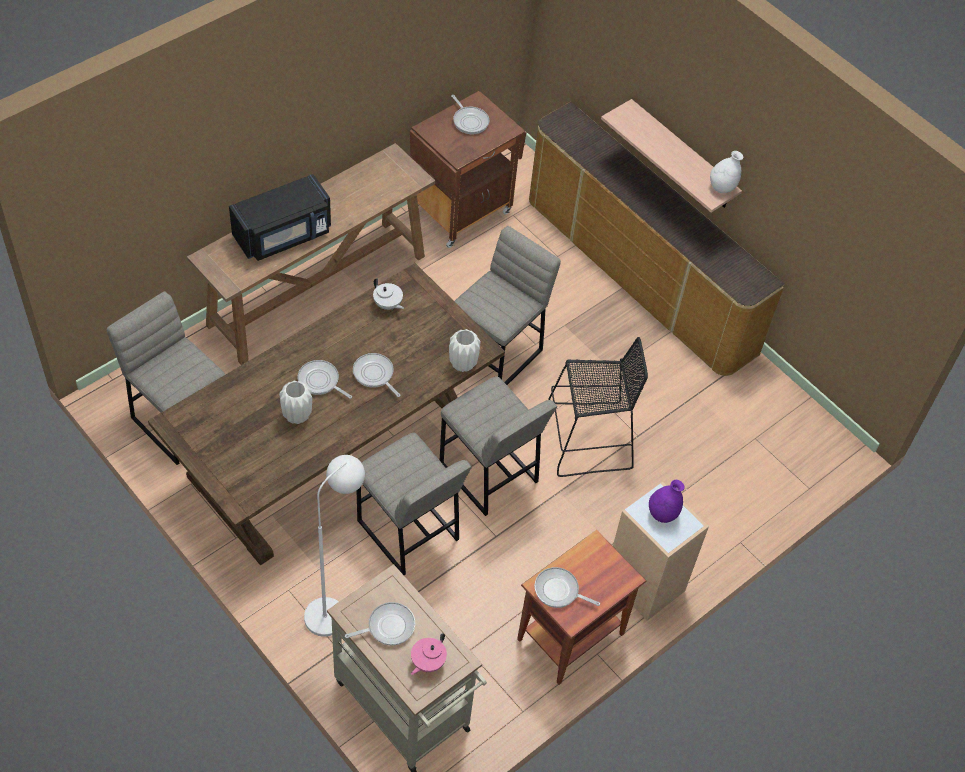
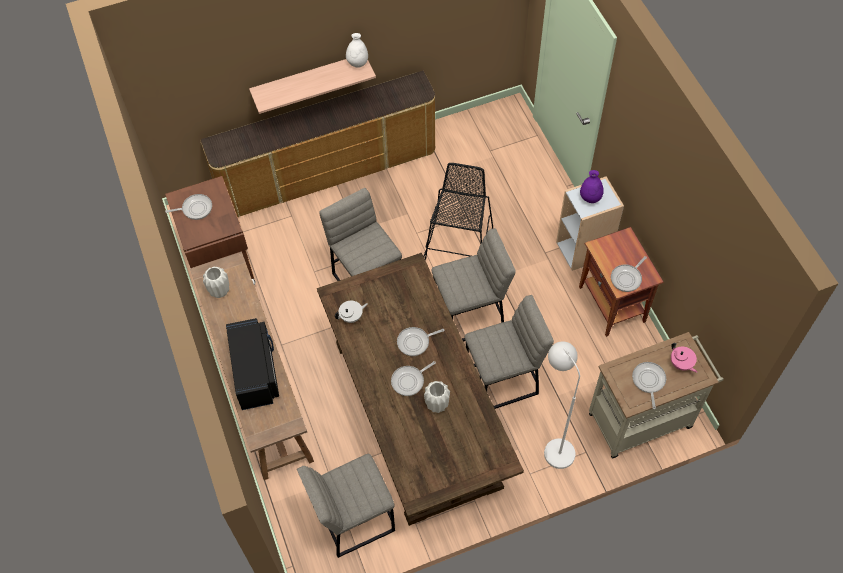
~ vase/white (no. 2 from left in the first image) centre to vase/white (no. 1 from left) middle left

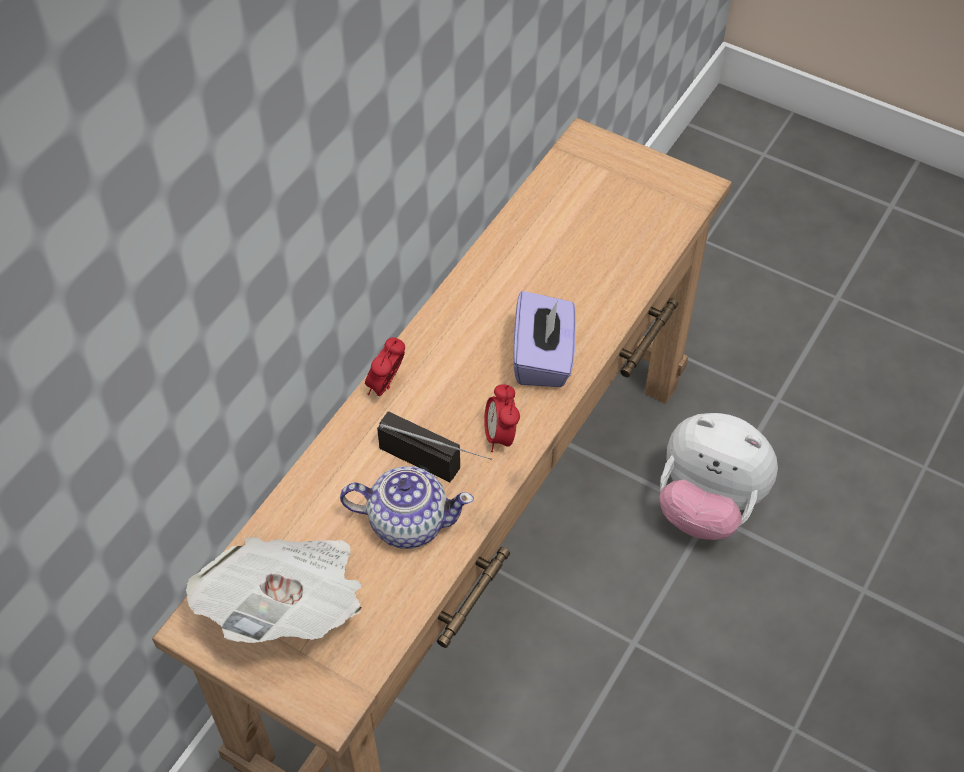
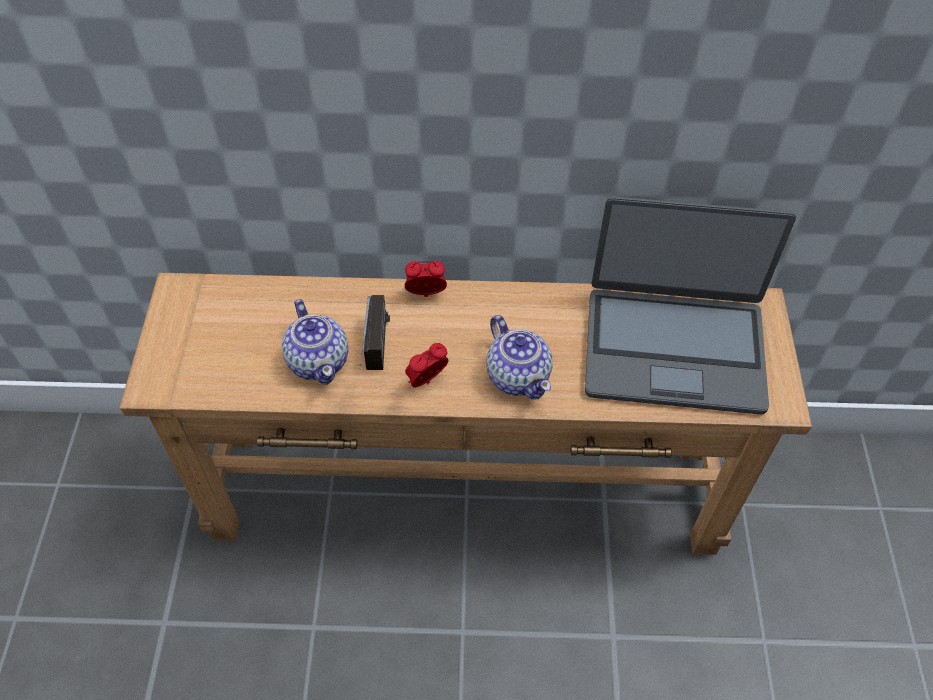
- newspaper bottom left
- plush toy middle right
+ laptop middle right
~ tissue box/purple centre to teapot (no. 2 from left) centre

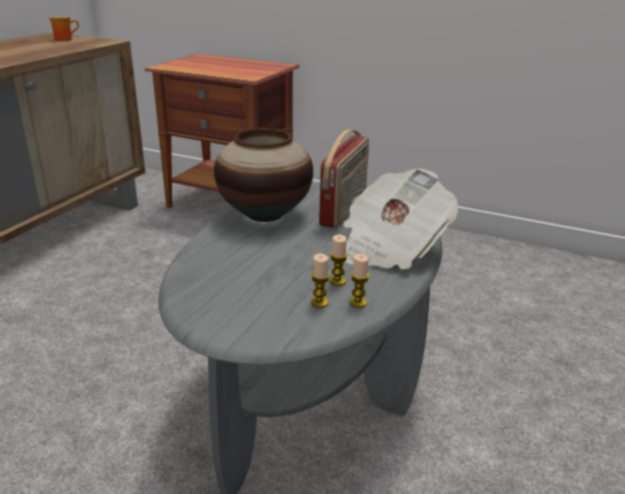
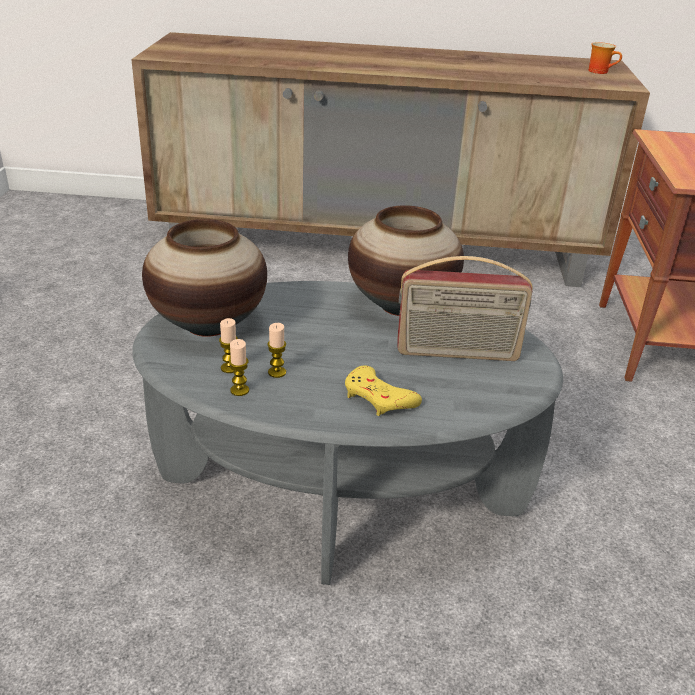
+ vase (no. 1 from left) middle left
~ newspaper centre to game controller/yellow centre

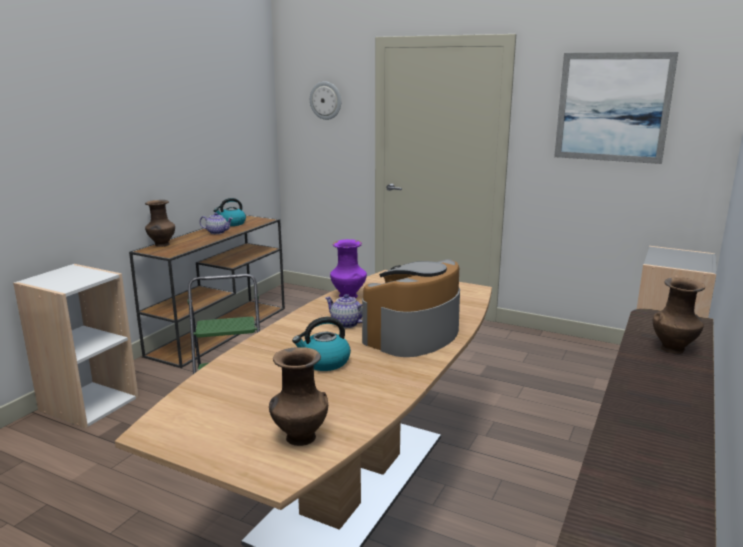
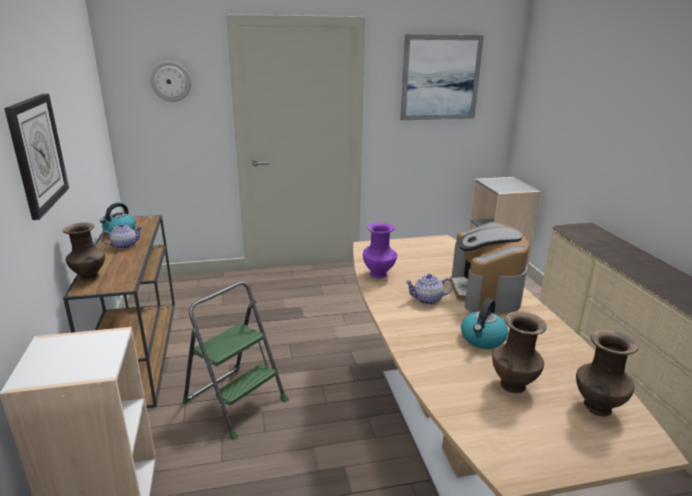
+ wall clock (no. 1 from left) top left
~ vase/brown (no. 3 from left in the first image) middle right to vase/brown (no. 2 from left) bottom right

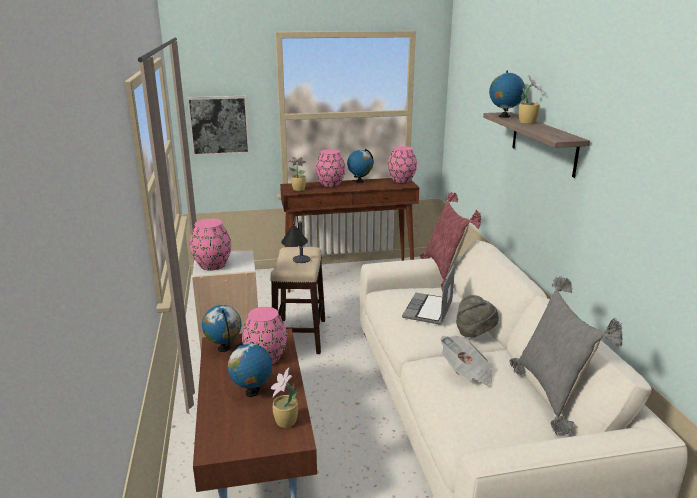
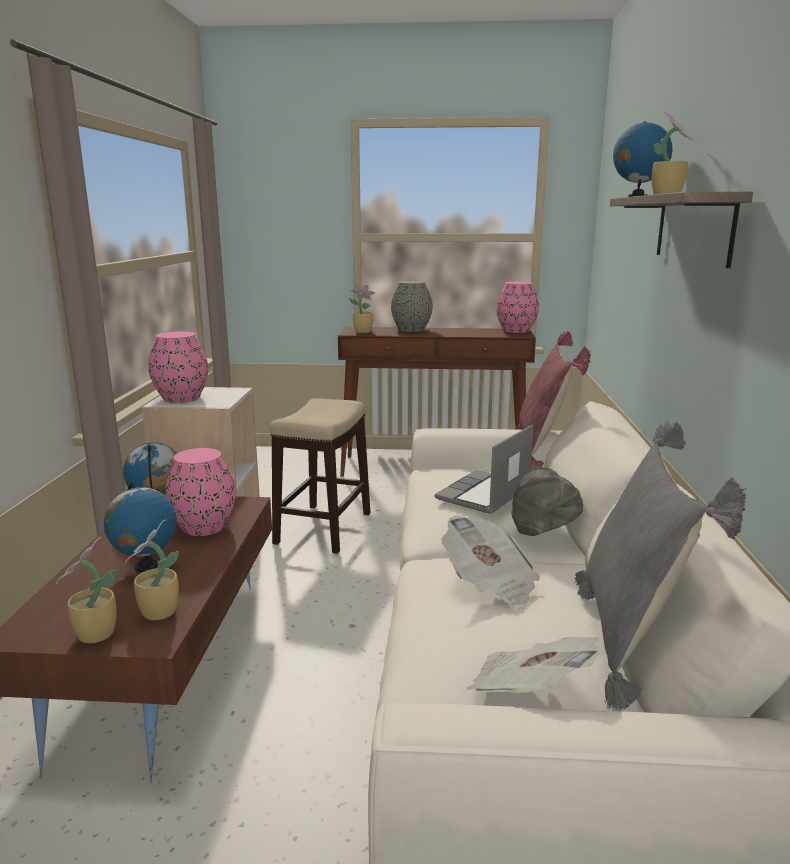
- picture top left
- table lamp centre
- globe (no. 3 from left) centre
+ potted plant (no. 1 from left) bottom left
+ newspaper (no. 2 from left) bottom right
~ vase/pink (no. 3 from left) centre to vase/grey centre

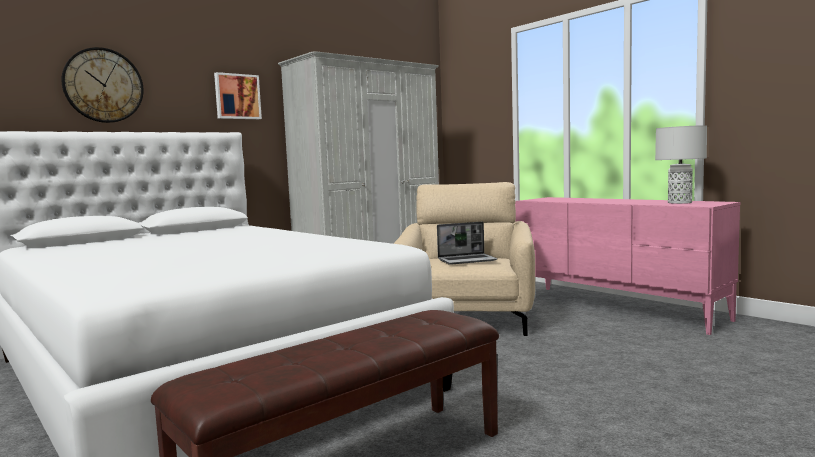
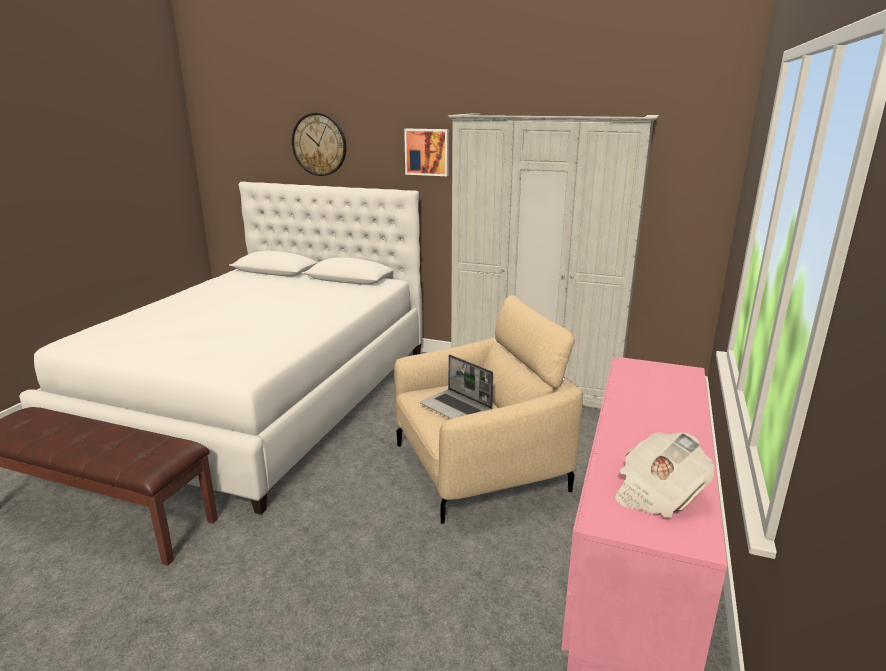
~ table lamp/white middle right to newspaper bottom right

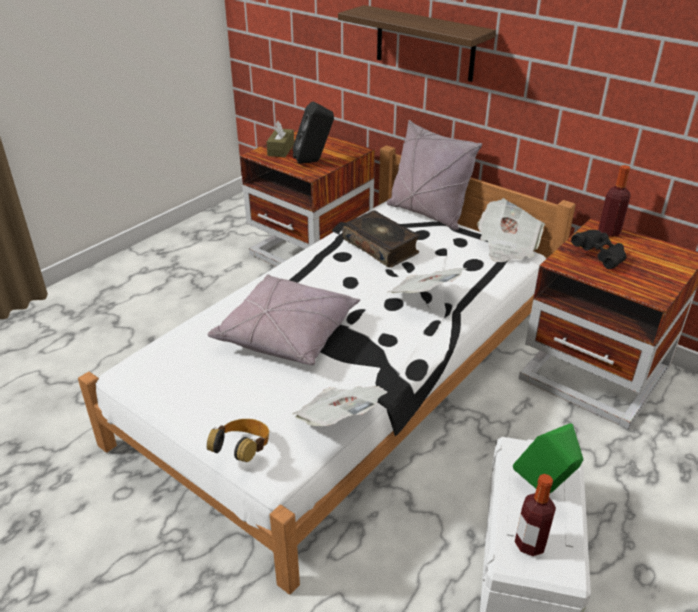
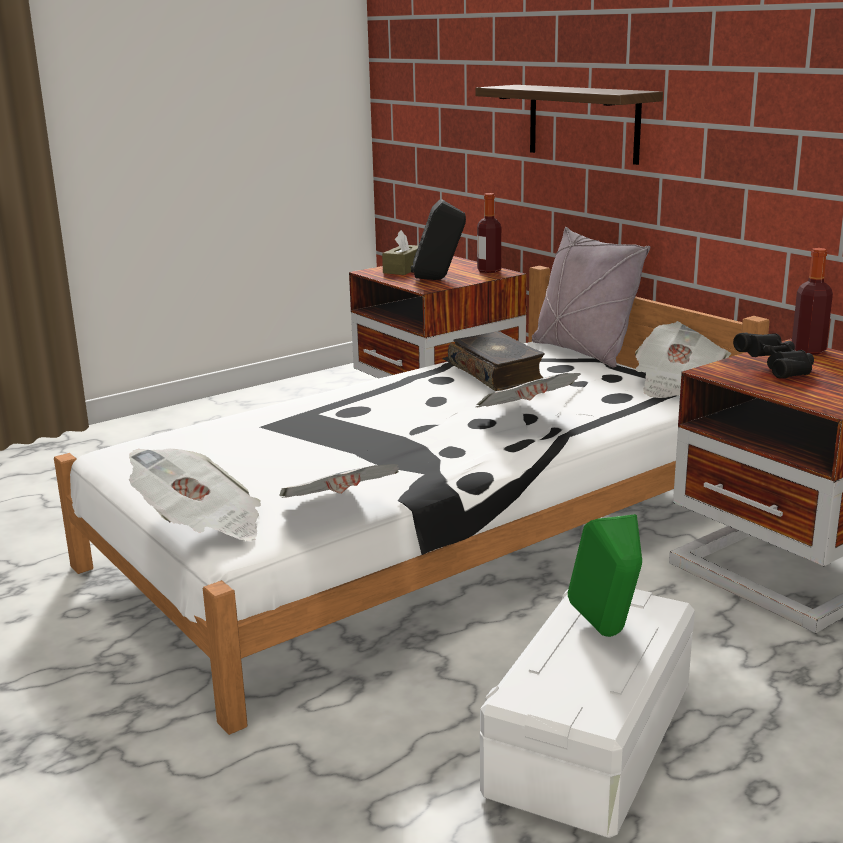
- pillow/purple (no. 1 from left) centre
~ bottle (no. 1 from left) bottom right to top centre
~ headphones bottom centre to newspaper (no. 1 from left) middle left

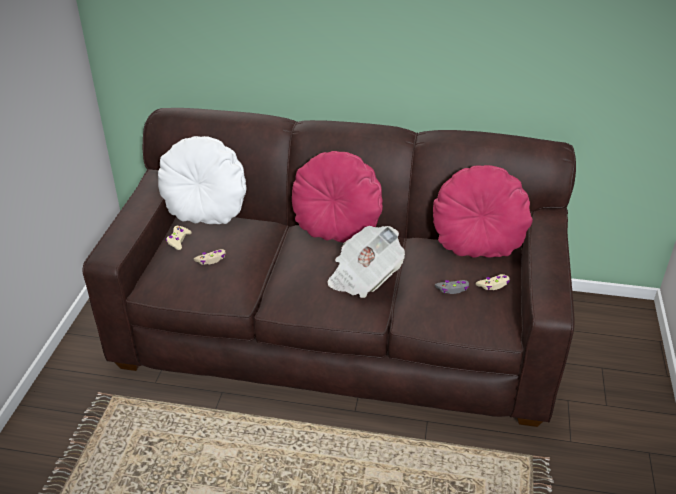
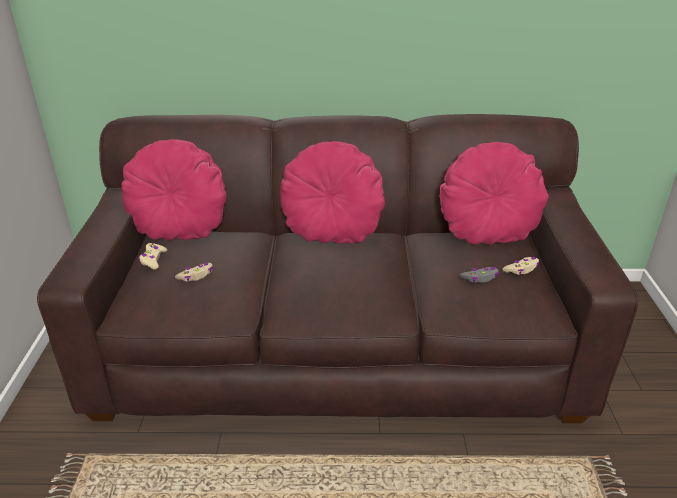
- newspaper centre
~ pillow/white middle left to pillow/pink (no. 1 from left) middle left

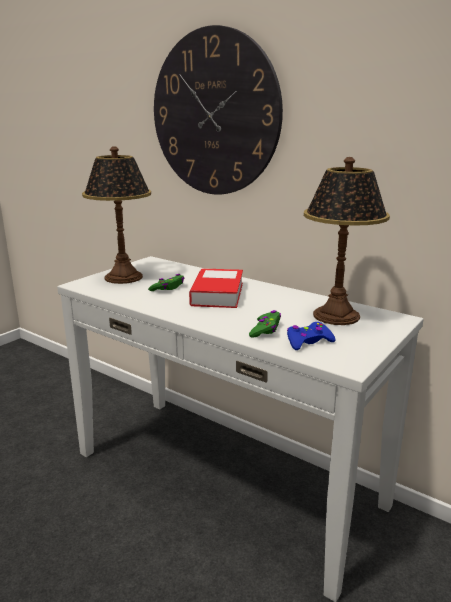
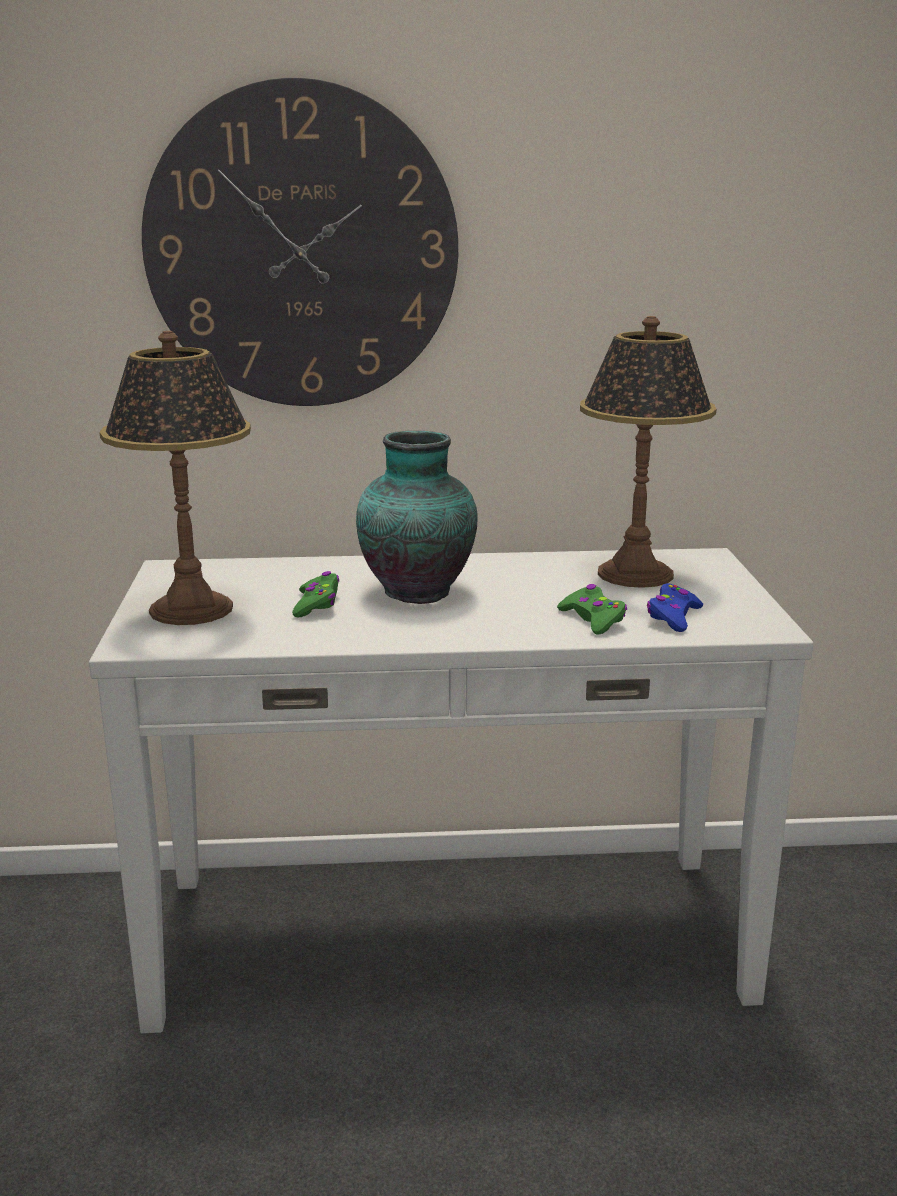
~ book centre to vase centre

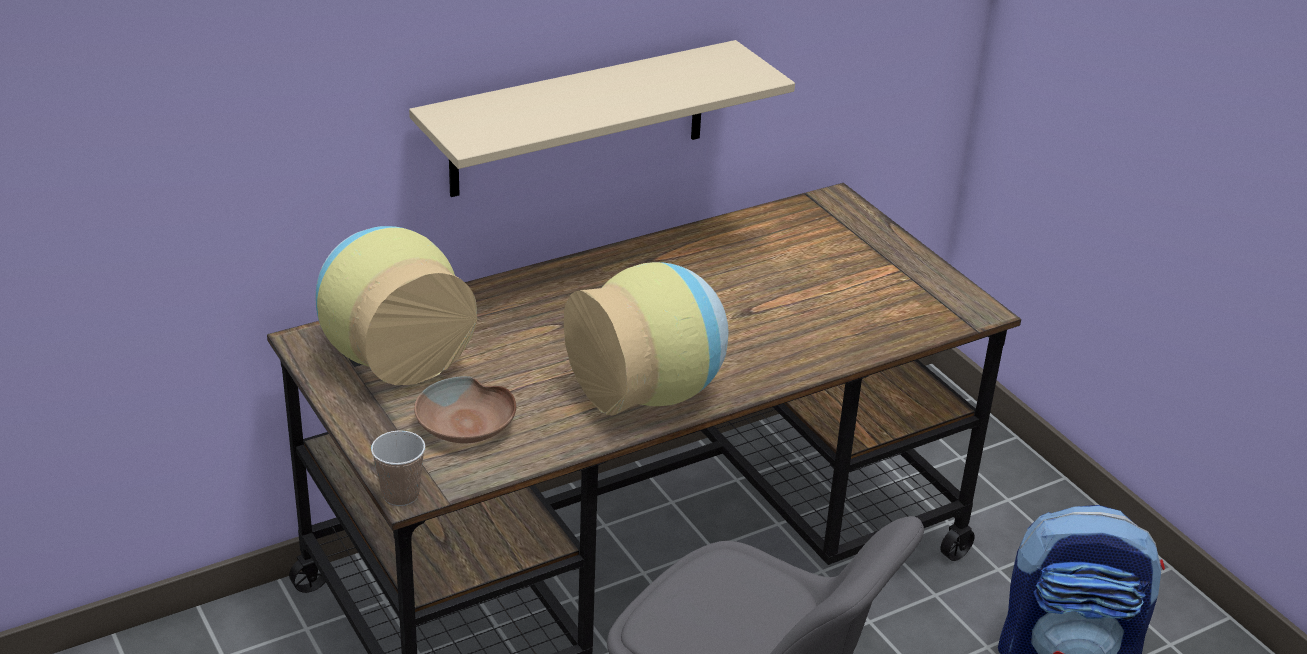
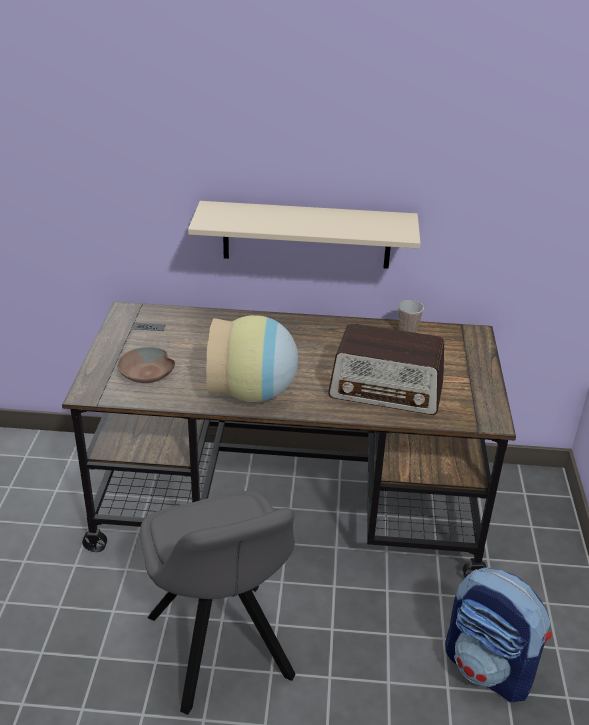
- vase (no. 1 from left) middle left
+ radio centre
~ cup bottom left to middle right

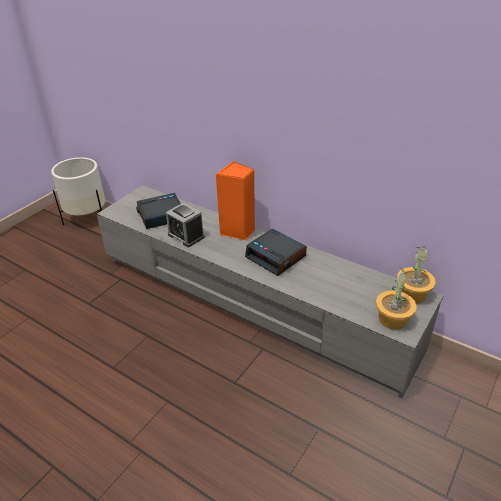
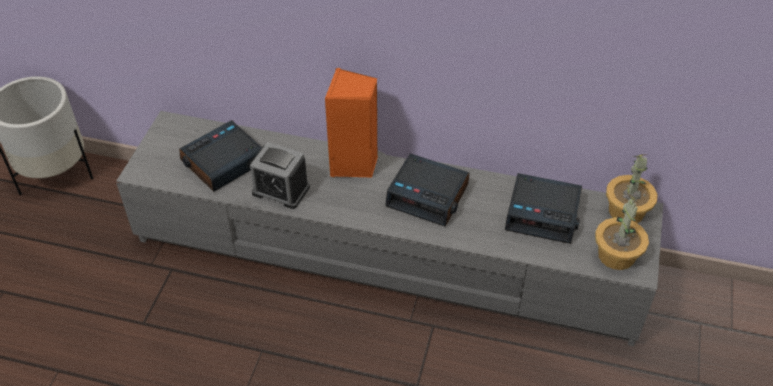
+ alarm clock (no. 4 from left) middle right

